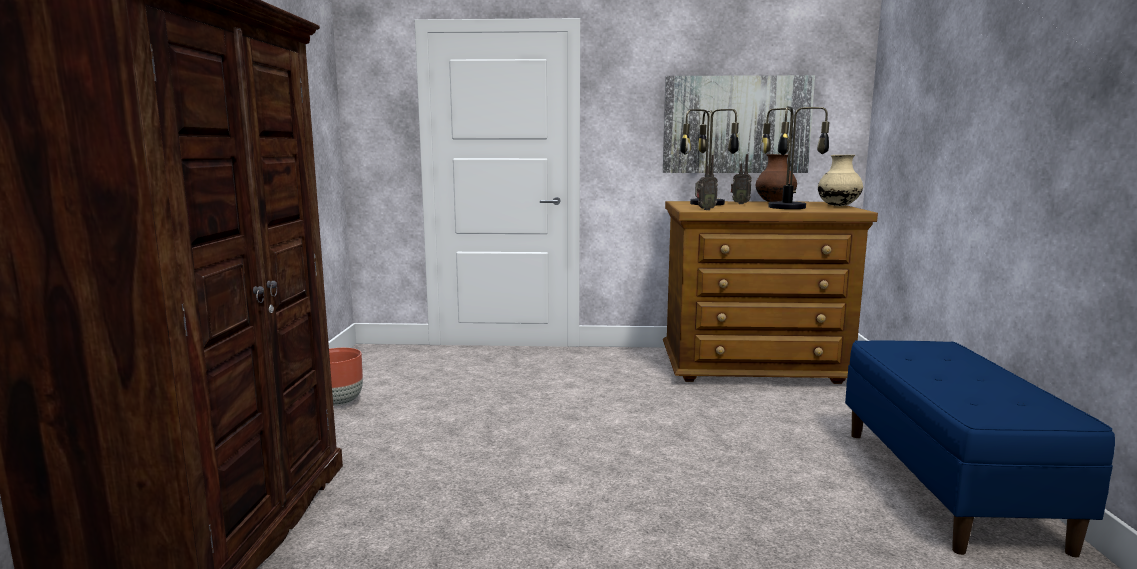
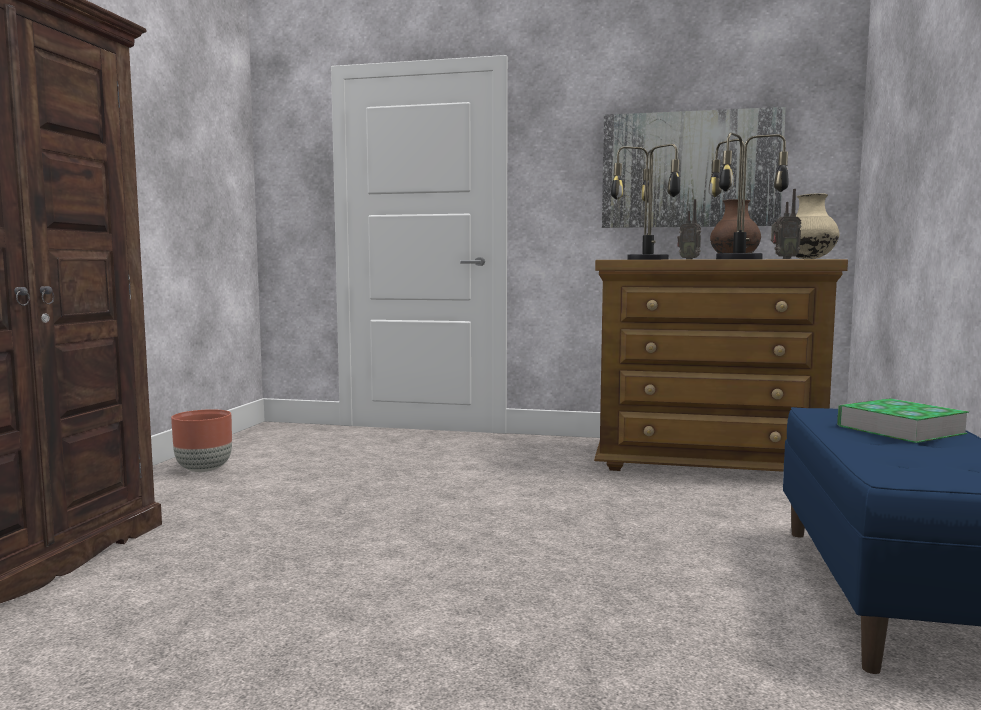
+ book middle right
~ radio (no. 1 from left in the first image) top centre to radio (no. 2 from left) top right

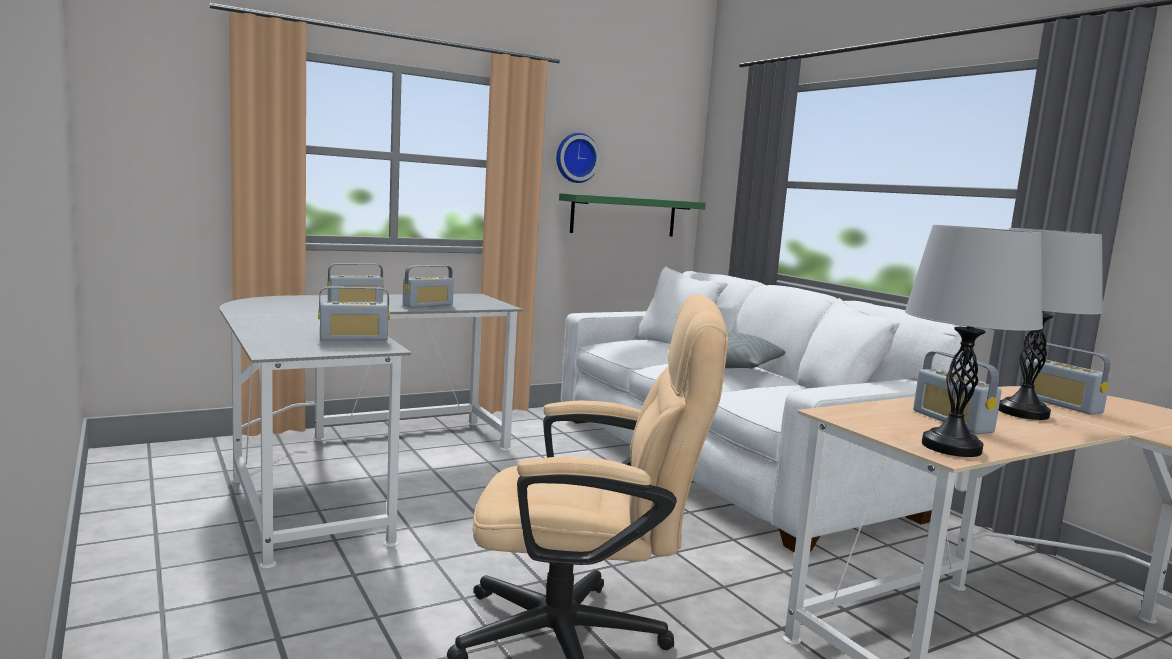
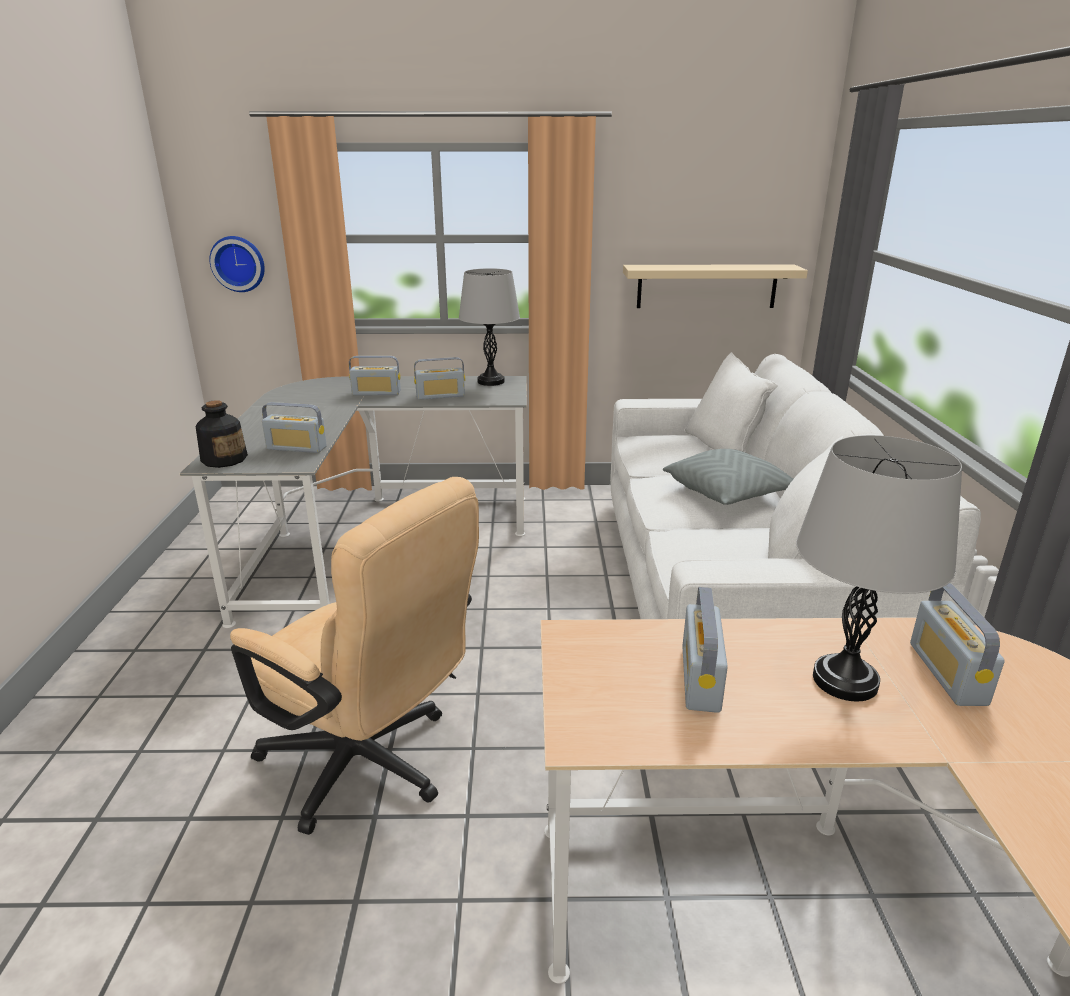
+ bottle middle left
~ wall clock top centre to top left
~ table lamp/grey (no. 1 from left) middle right to top centre
~ shelf/green top centre to shelf/beige top right

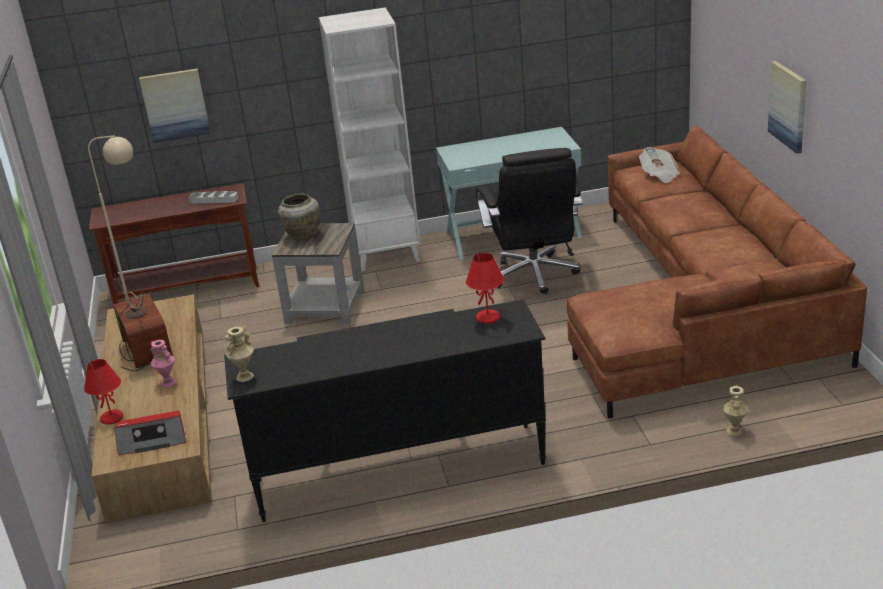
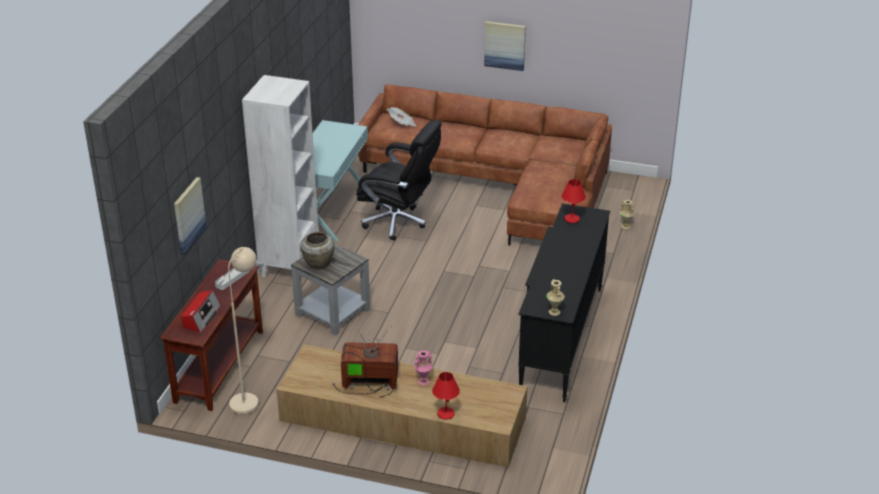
~ radio bottom left to middle left

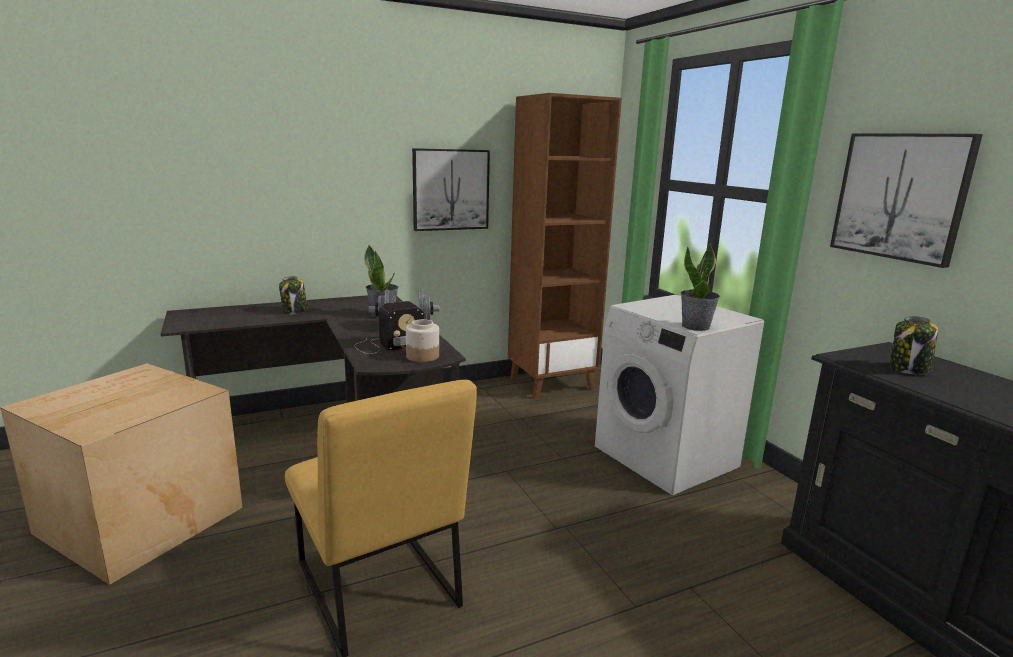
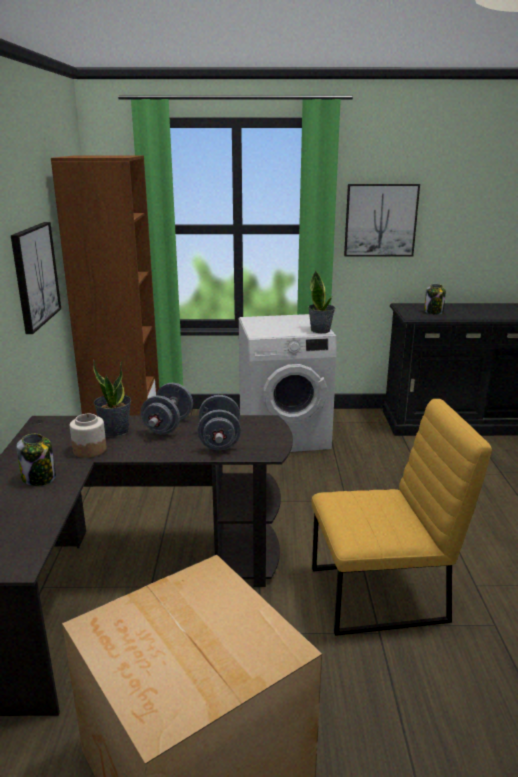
~ jar (no. 2 from left) centre to middle left
~ radio centre to dumbbell/grey (no. 2 from left) centre

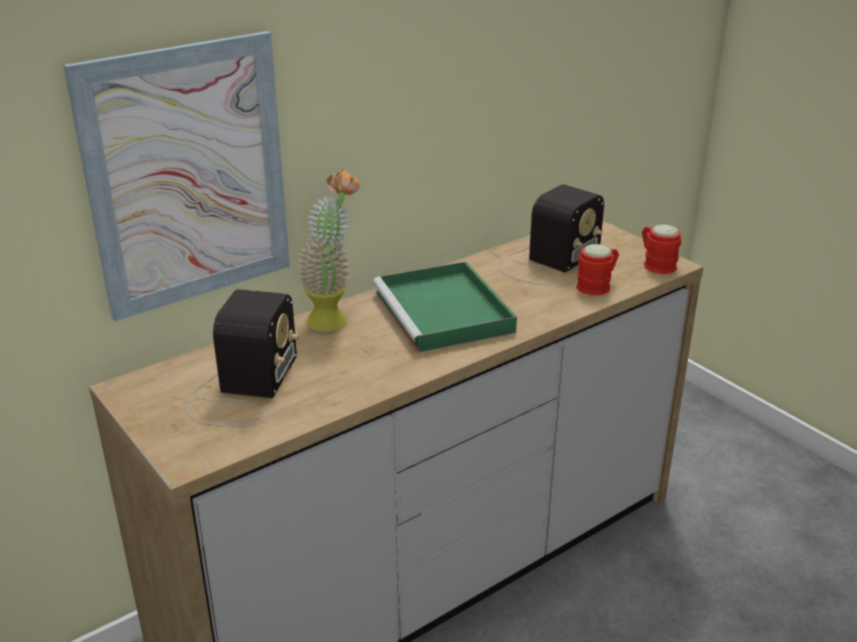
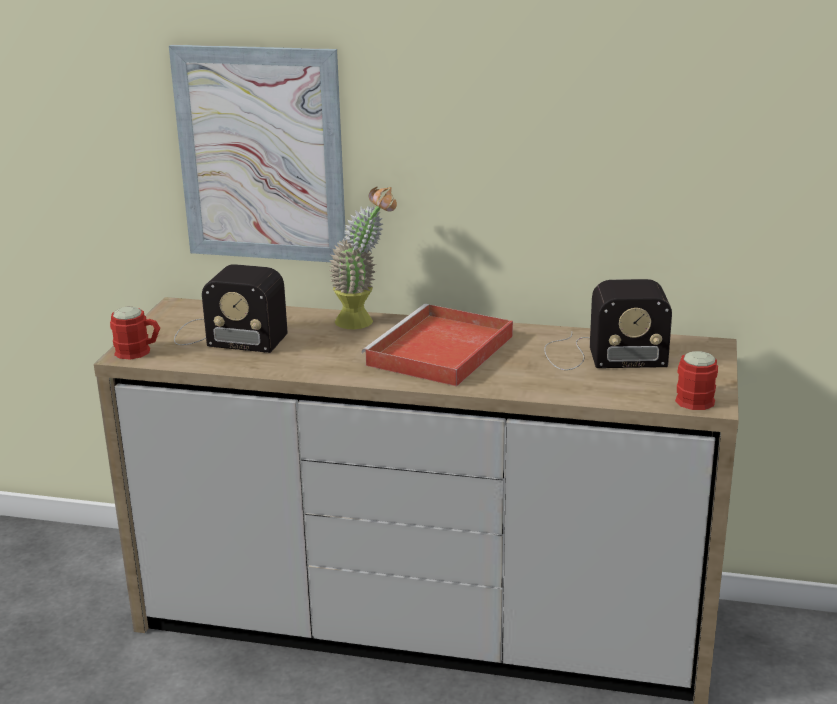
~ mug/red (no. 1 from left) middle right to middle left
~ tray/green centre to tray/red centre
~ radio (no. 1 from left) middle left = middle left 45 degrees clockwise

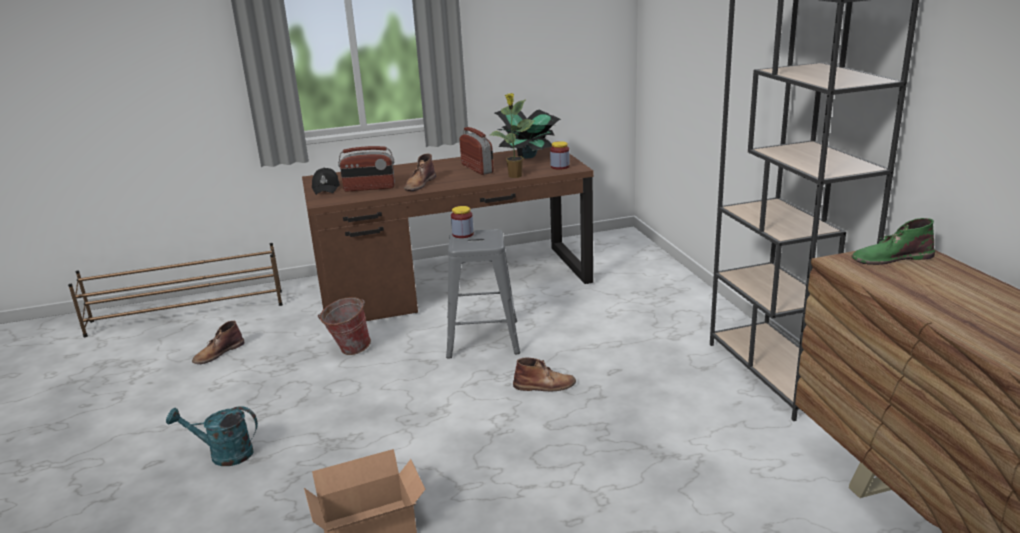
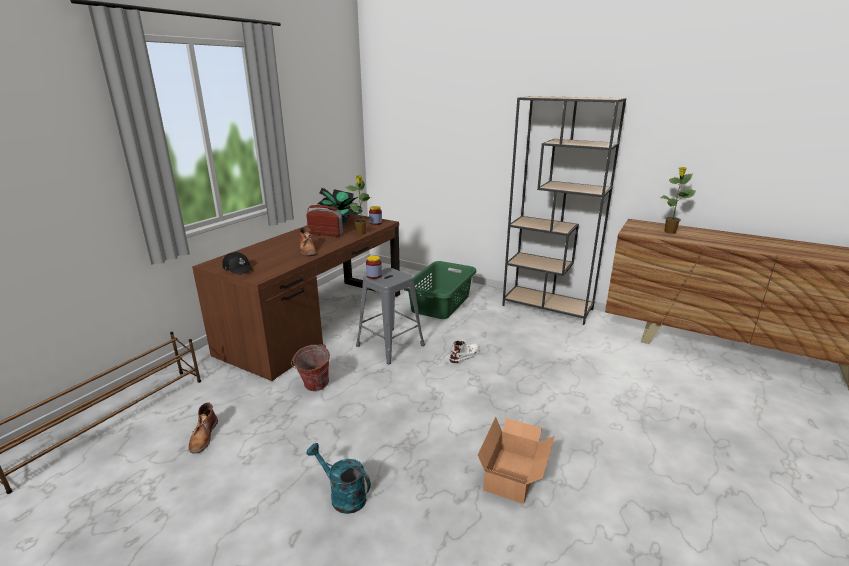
- radio (no. 1 from left) top centre
- boot/green middle right
+ laundry basket/green centre
+ potted plant (no. 3 from left) middle right
~ boot/brown (no. 3 from left) bottom centre to boot/white centre
~ watering can/turquoise bottom left = bottom centre 75 degrees clockwise

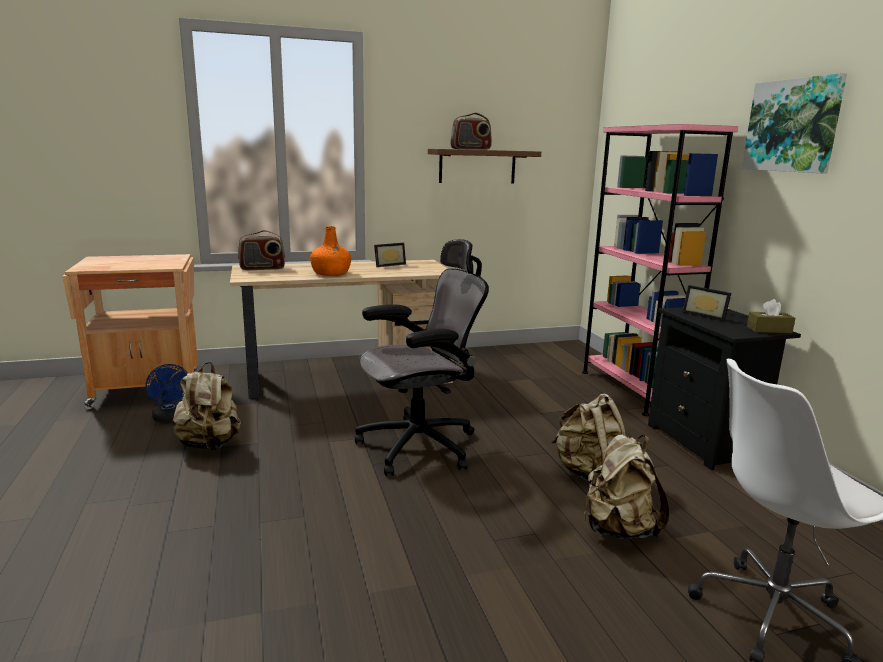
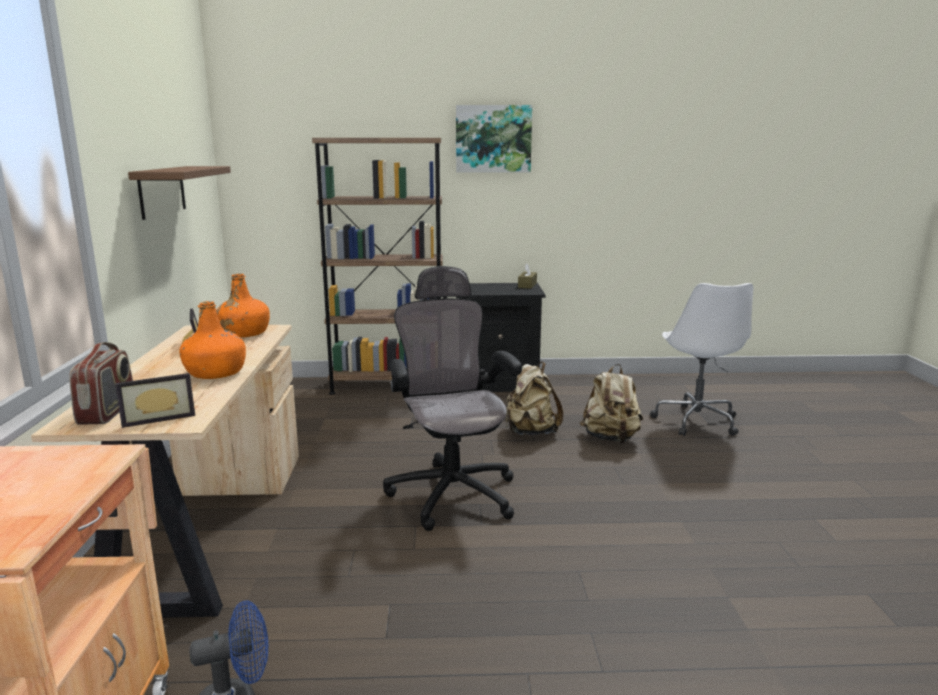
- backpack/beige (no. 1 from left) middle left
- radio (no. 2 from left) top centre
+ bottle/orange (no. 2 from left) middle left
~ picture frame (no. 2 from left in the first image) middle right to picture frame (no. 1 from left) middle left
~ bookcase/pink middle right to bookcase/brown centre

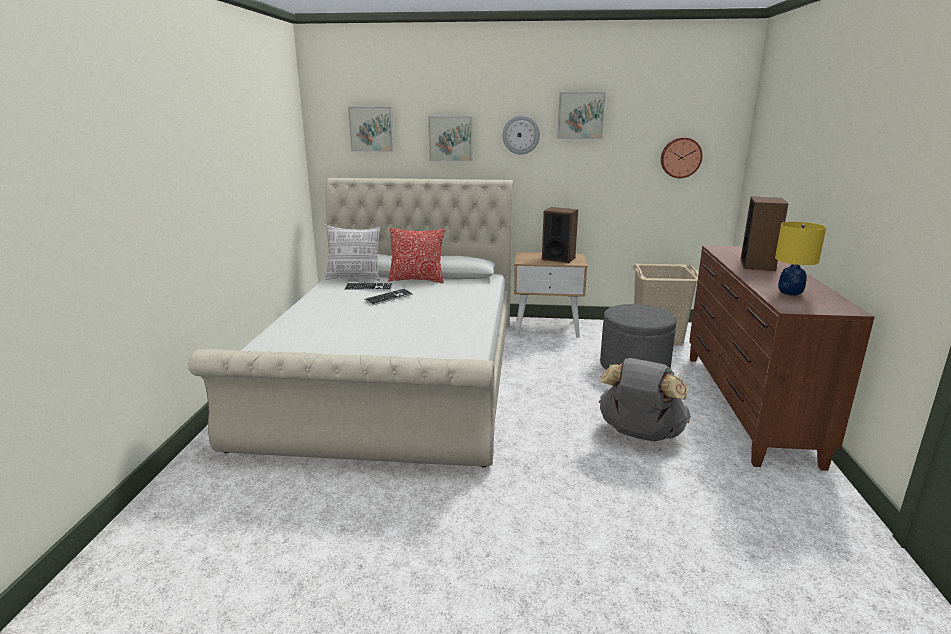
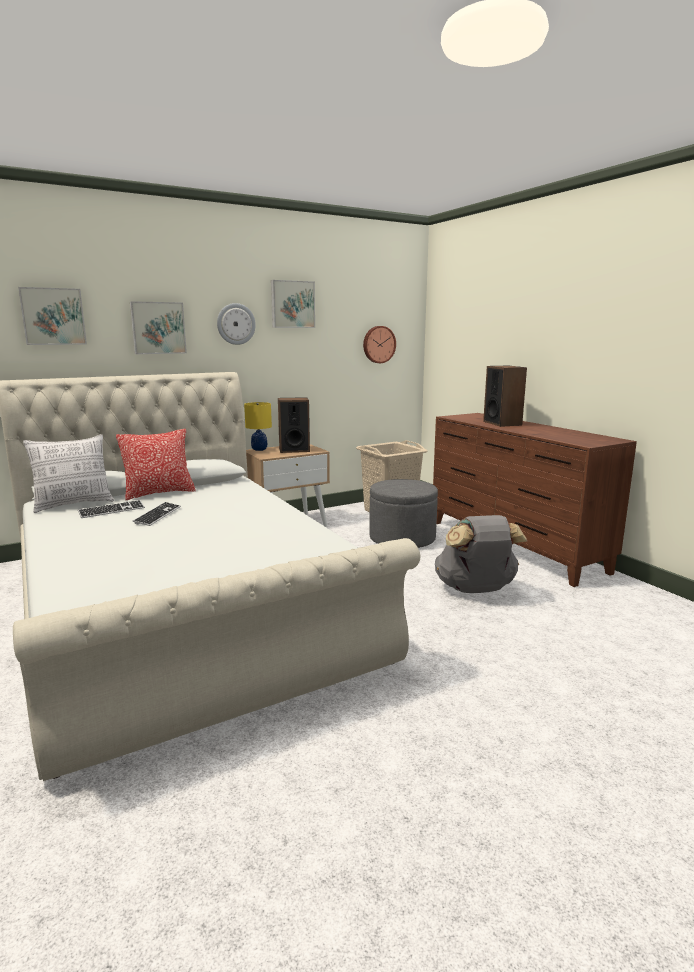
~ table lamp/yellow middle right to centre

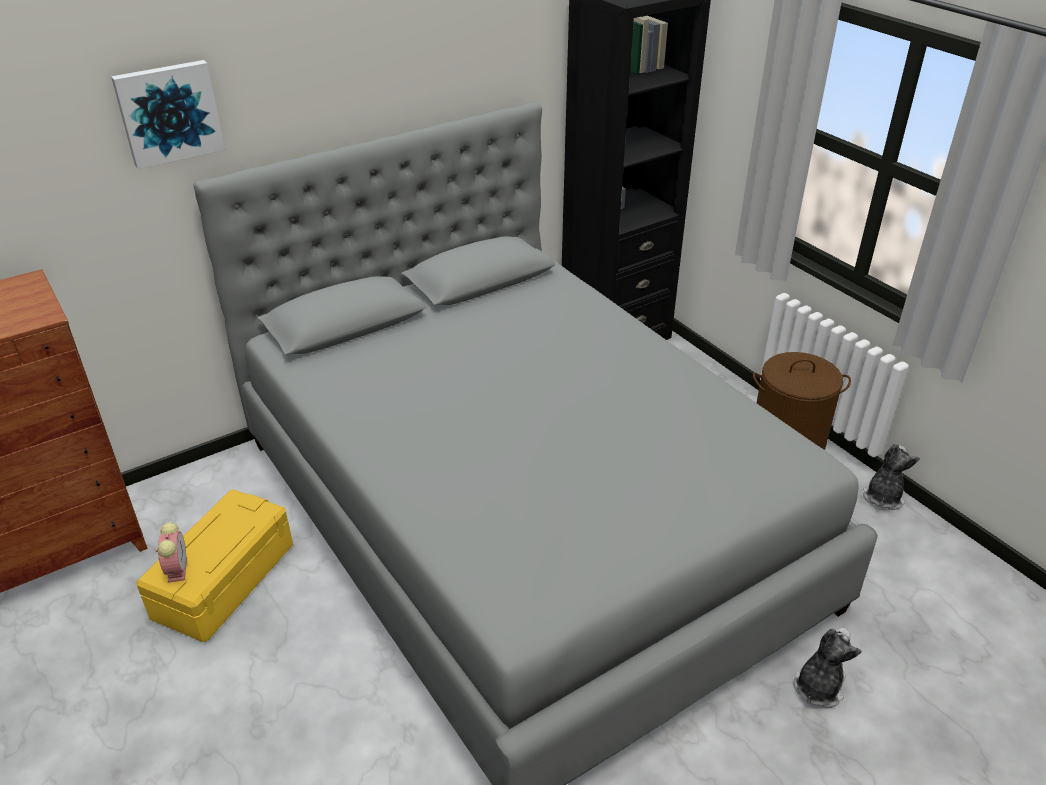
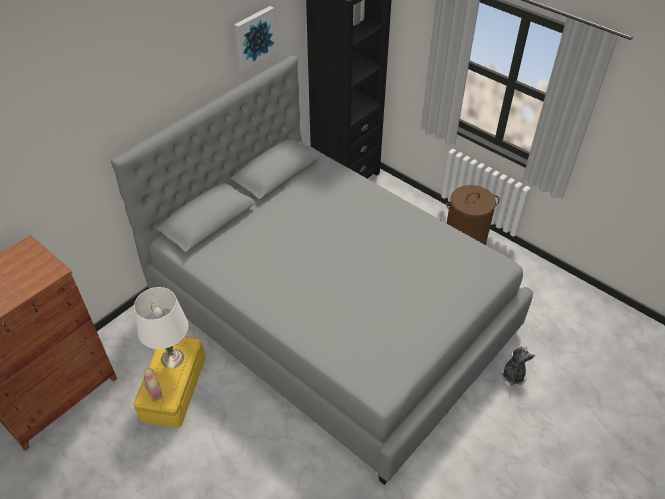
- plush toy (no. 2 from left) middle right
+ table lamp/white middle left
~ picture top left to top centre

